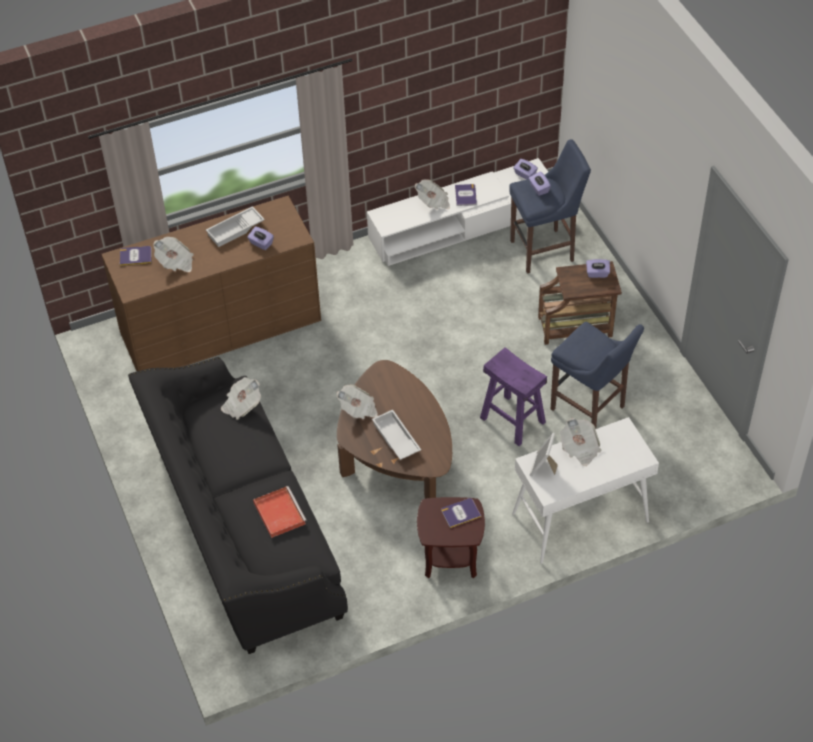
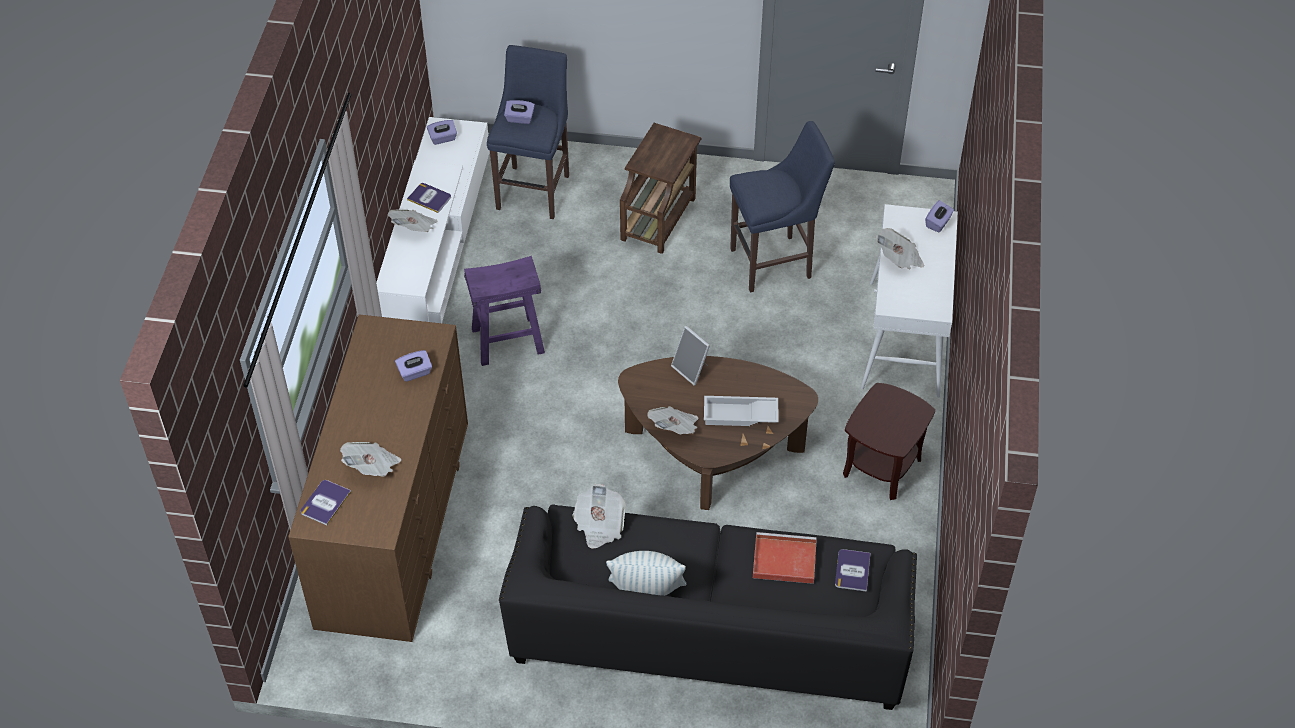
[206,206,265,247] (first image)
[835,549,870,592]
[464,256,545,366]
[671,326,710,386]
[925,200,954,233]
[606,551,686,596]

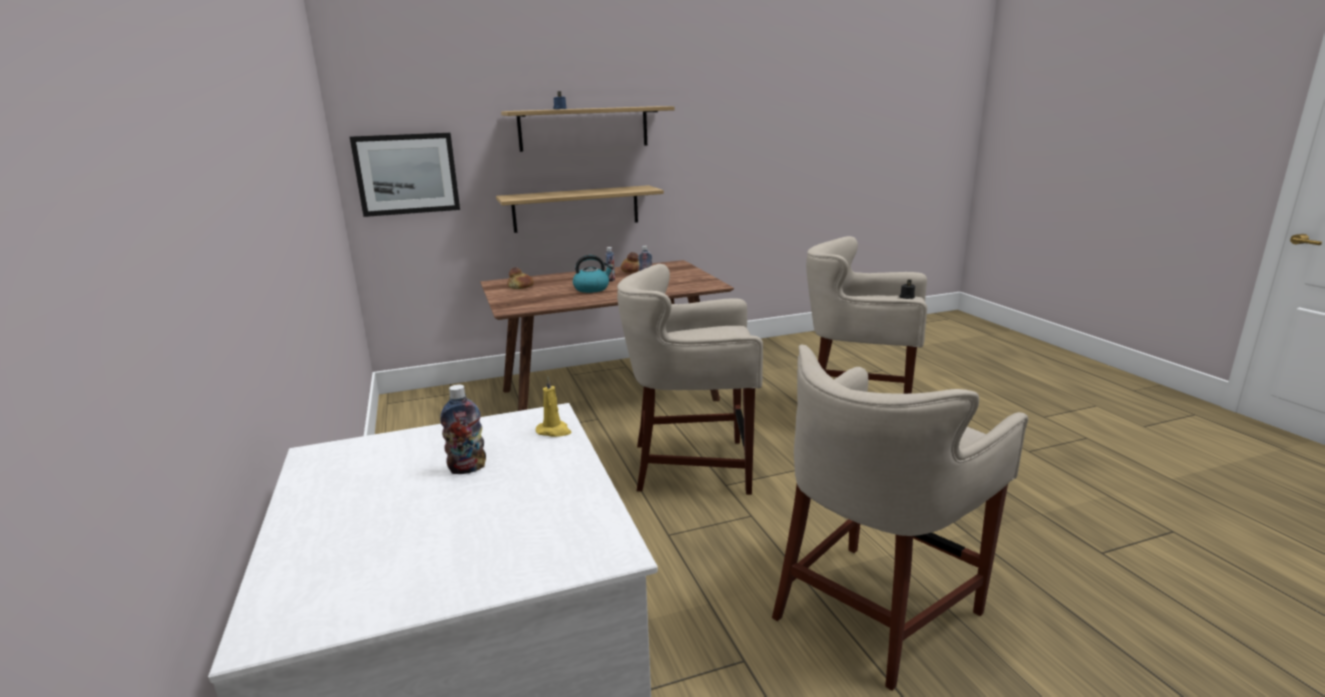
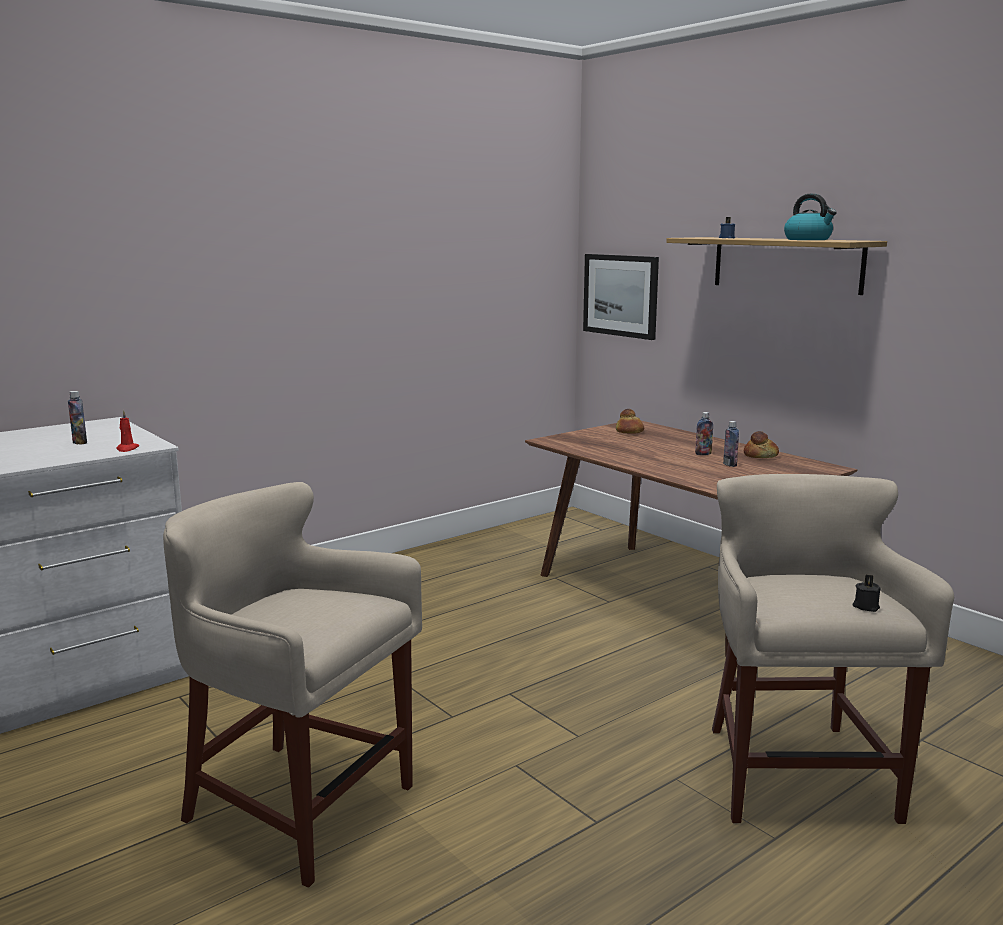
[496,185,664,233] (first image)
[116,410,139,452]
[784,194,837,240]
[617,264,763,495] (first image)

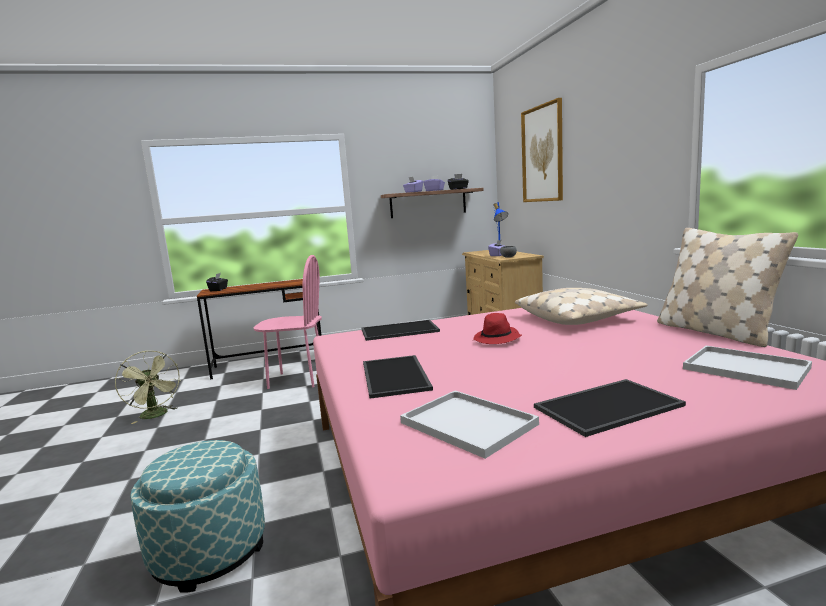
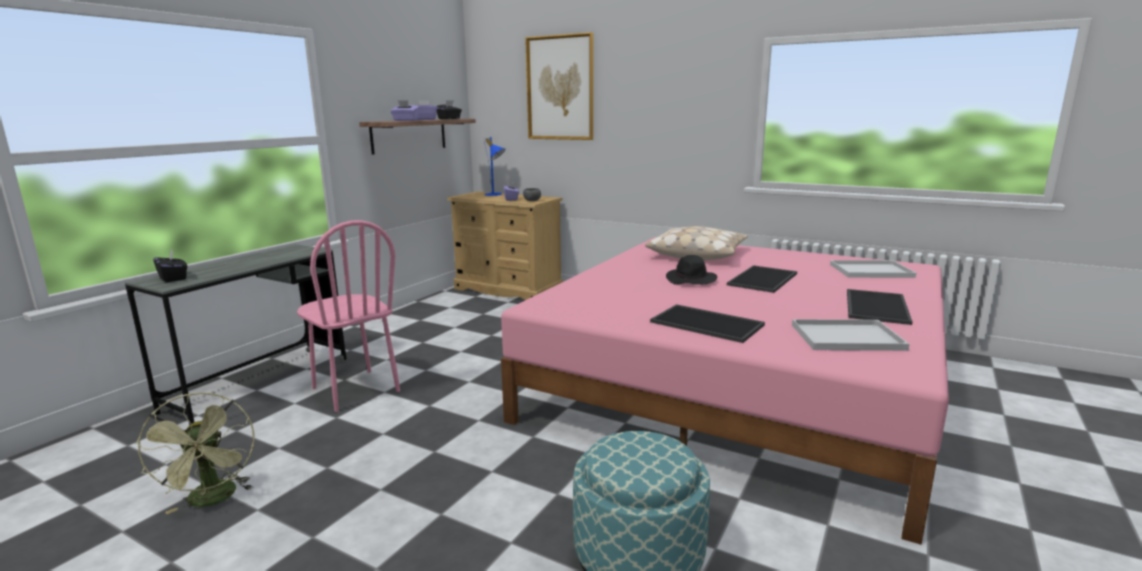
[135,393,254,514]
[125,244,348,426]
[297,220,400,412]
[727,265,797,293]
[666,255,717,285]
[657,228,798,347] (first image)

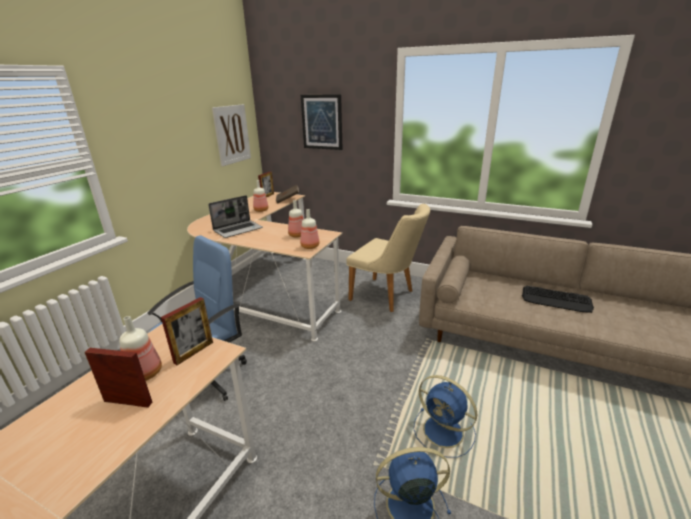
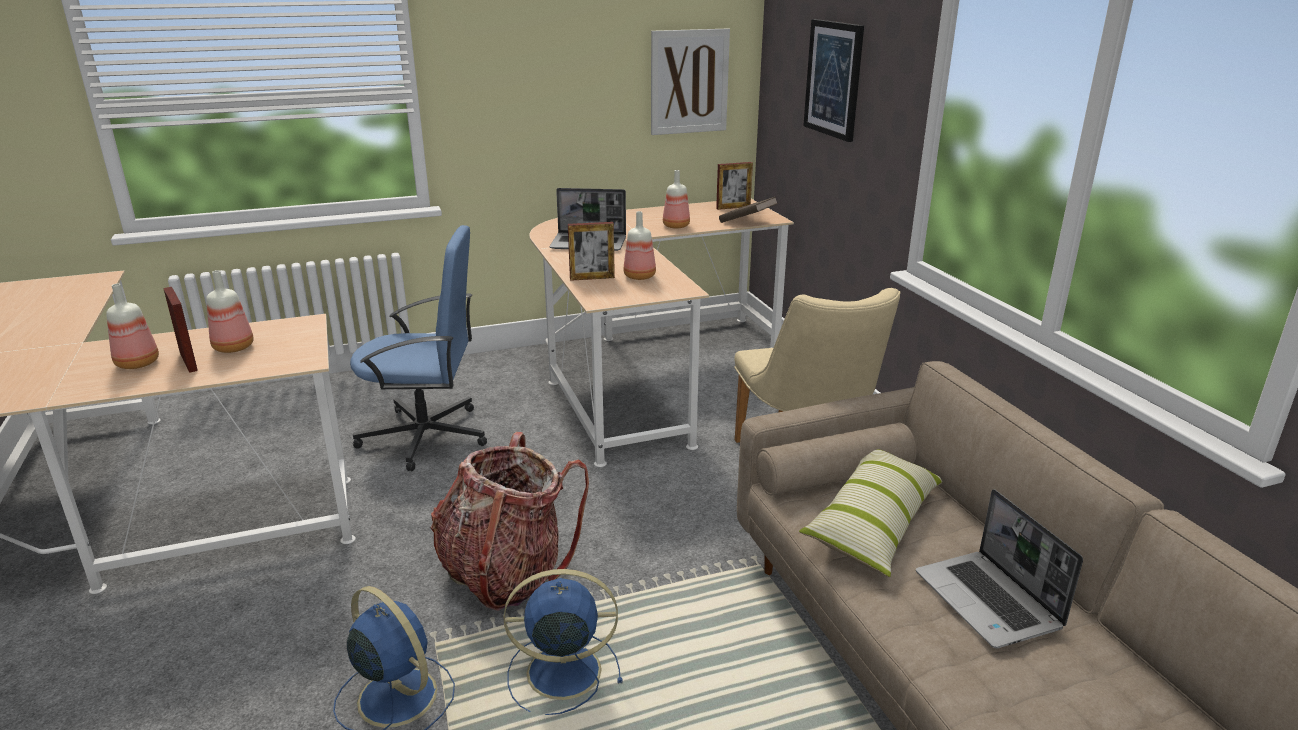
[568,222,615,281]
[106,284,159,369]
[503,569,623,715]
[916,489,1083,648]
[430,432,589,611]
[799,449,942,577]

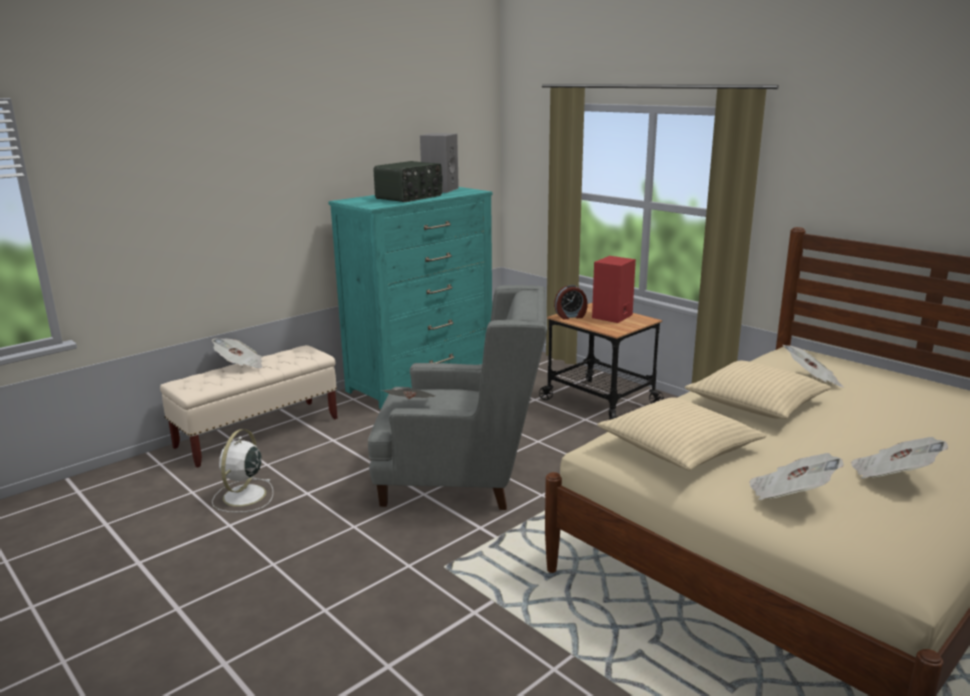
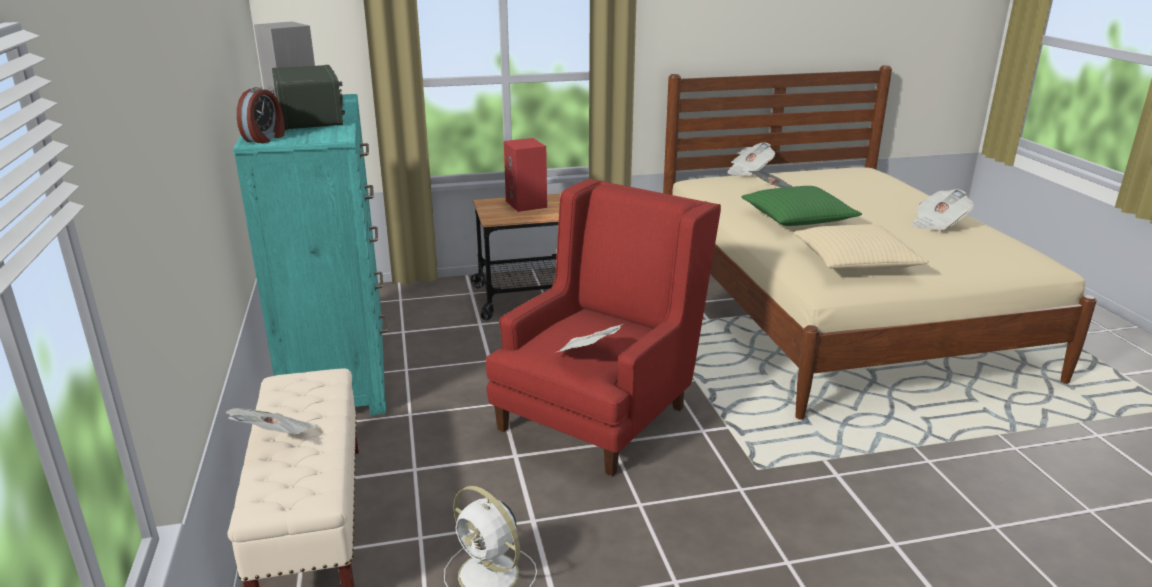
[486,179,721,477]
[237,87,285,143]
[741,186,862,226]
[727,142,775,176]

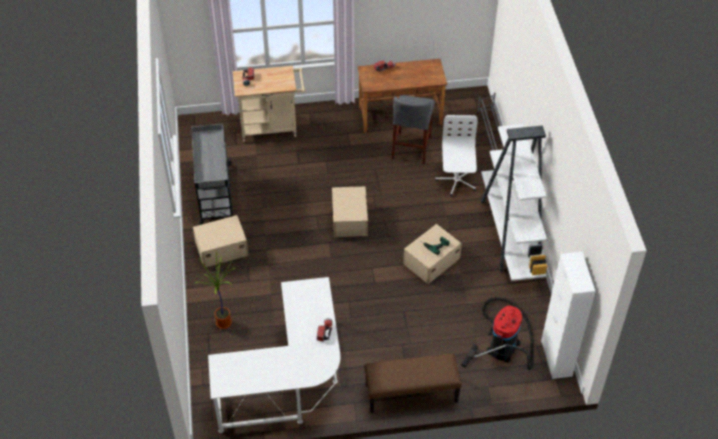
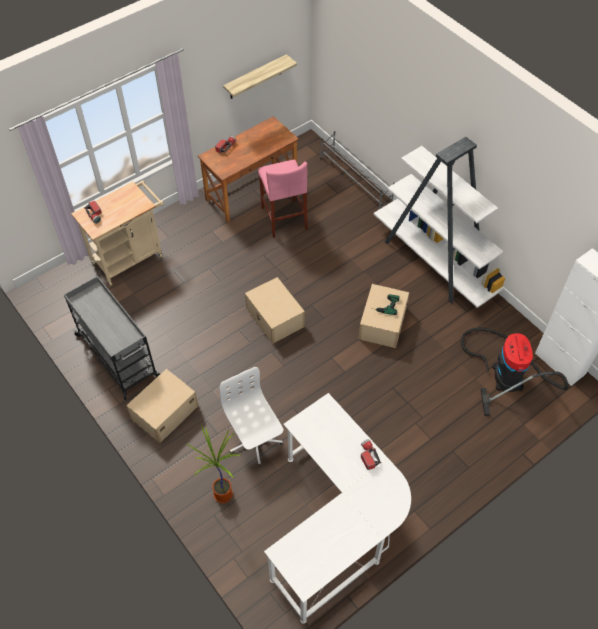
[364,354,462,413] (first image)
[258,160,308,238]
[219,367,284,465]
[223,54,297,99]

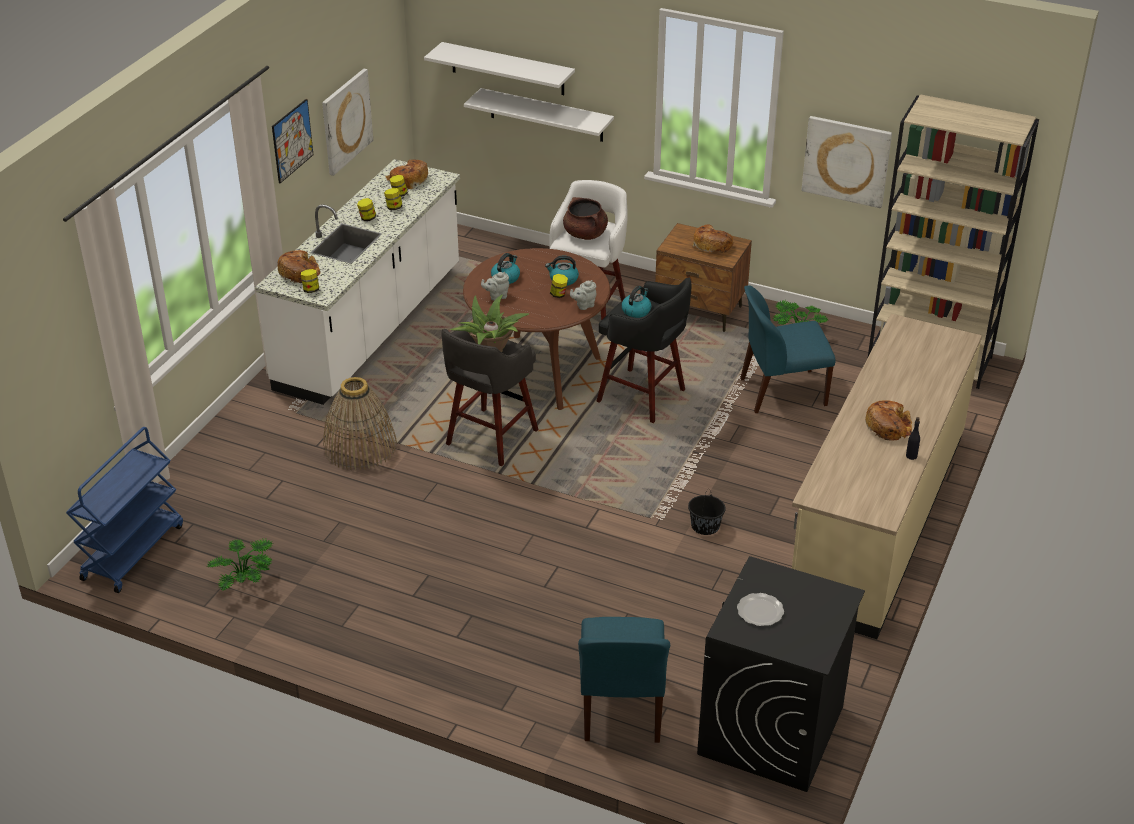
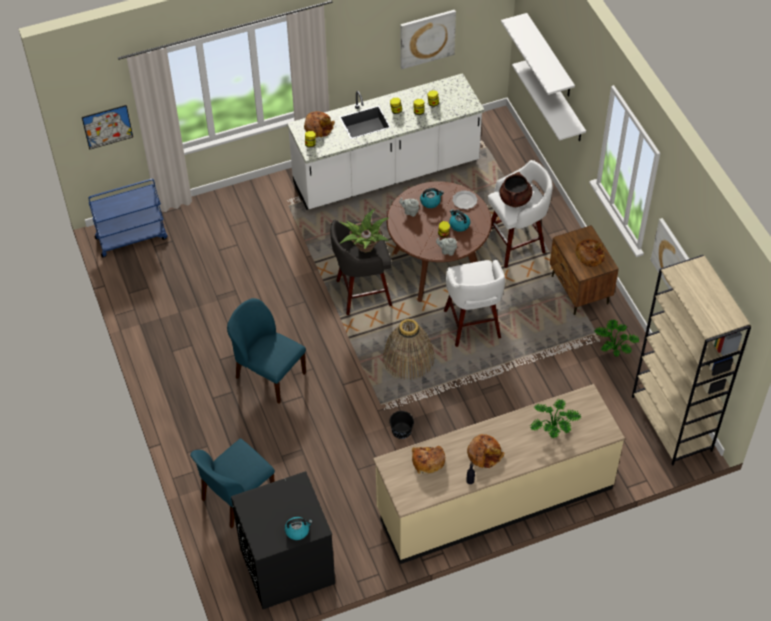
[530,399,581,438]
[82,105,133,150]
[383,319,434,380]
[412,446,445,474]
[444,260,505,347]
[285,517,312,540]
[452,190,478,209]
[227,298,306,403]

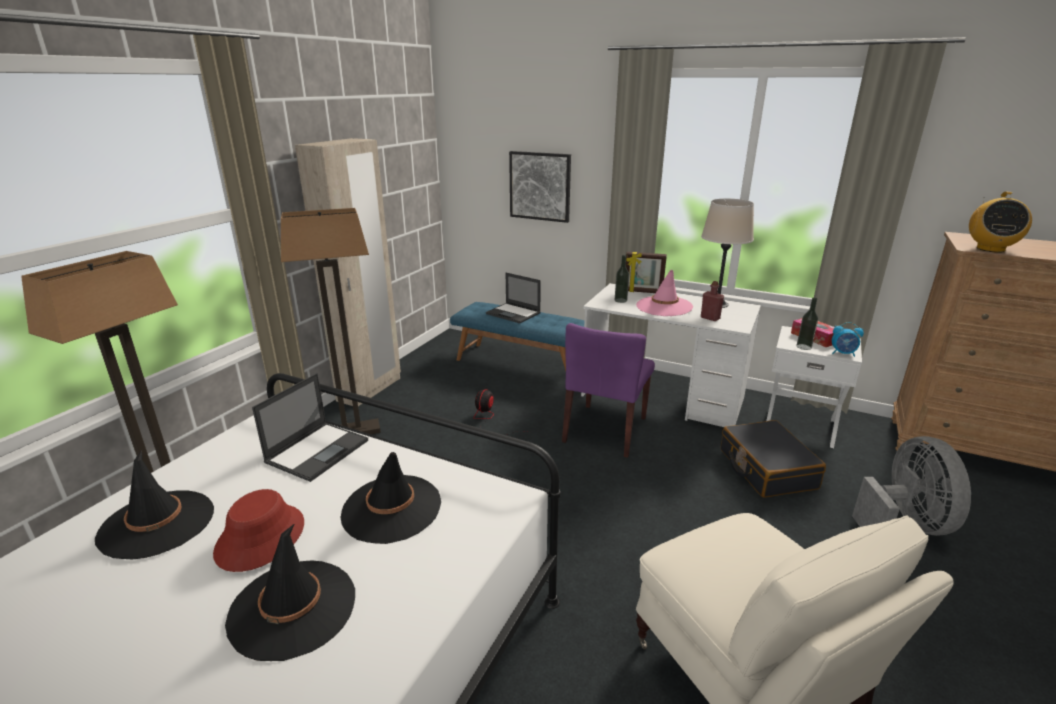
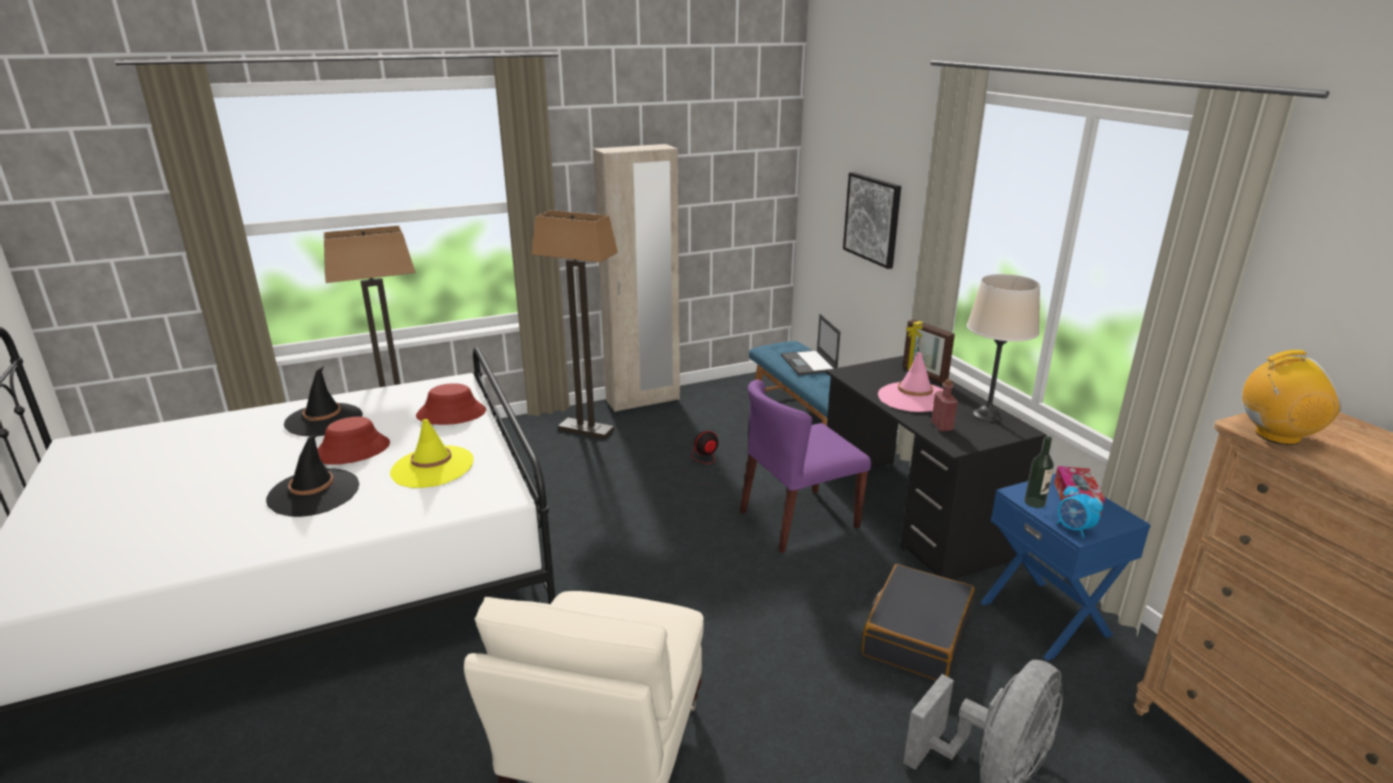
[416,383,486,425]
[390,419,474,488]
[826,356,1047,580]
[615,255,629,303] (first image)
[980,473,1150,661]
[1242,350,1342,445]

